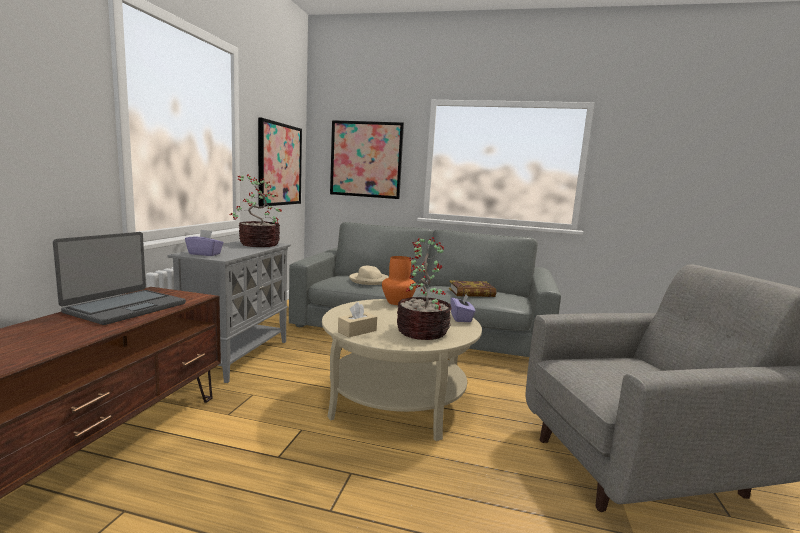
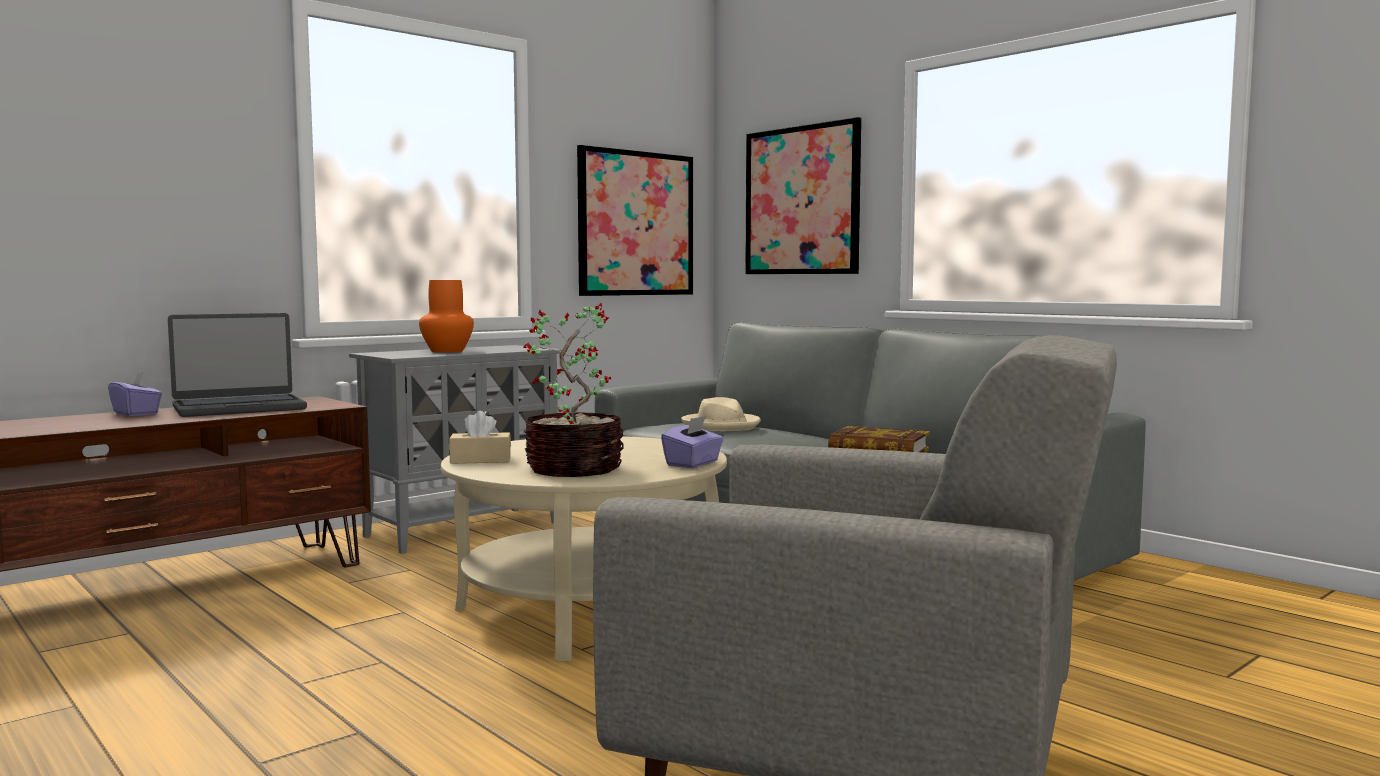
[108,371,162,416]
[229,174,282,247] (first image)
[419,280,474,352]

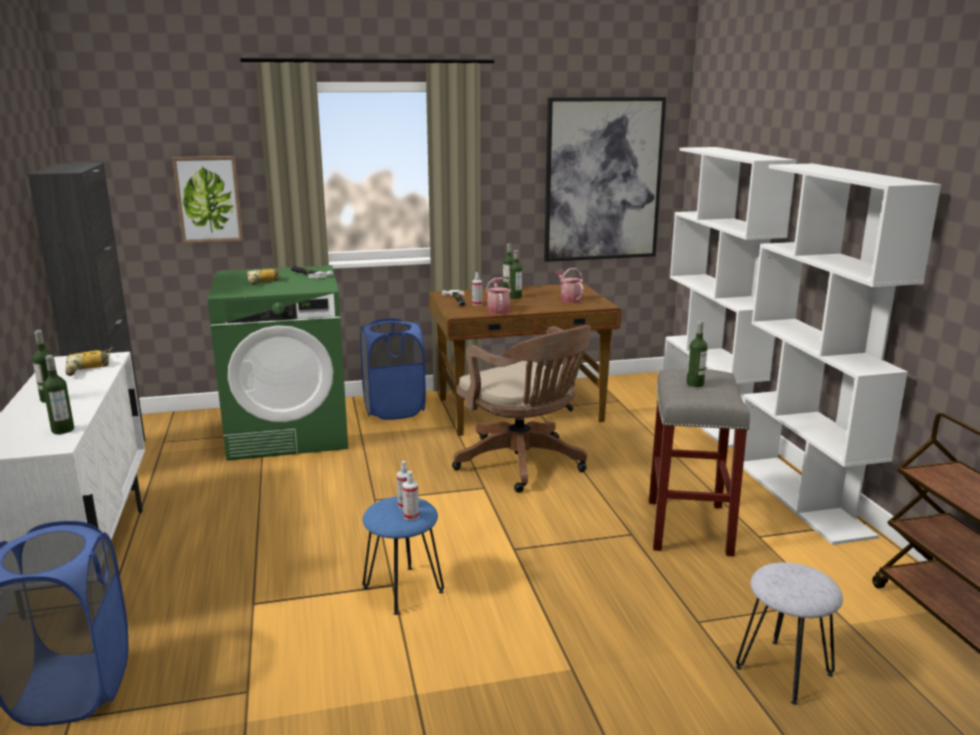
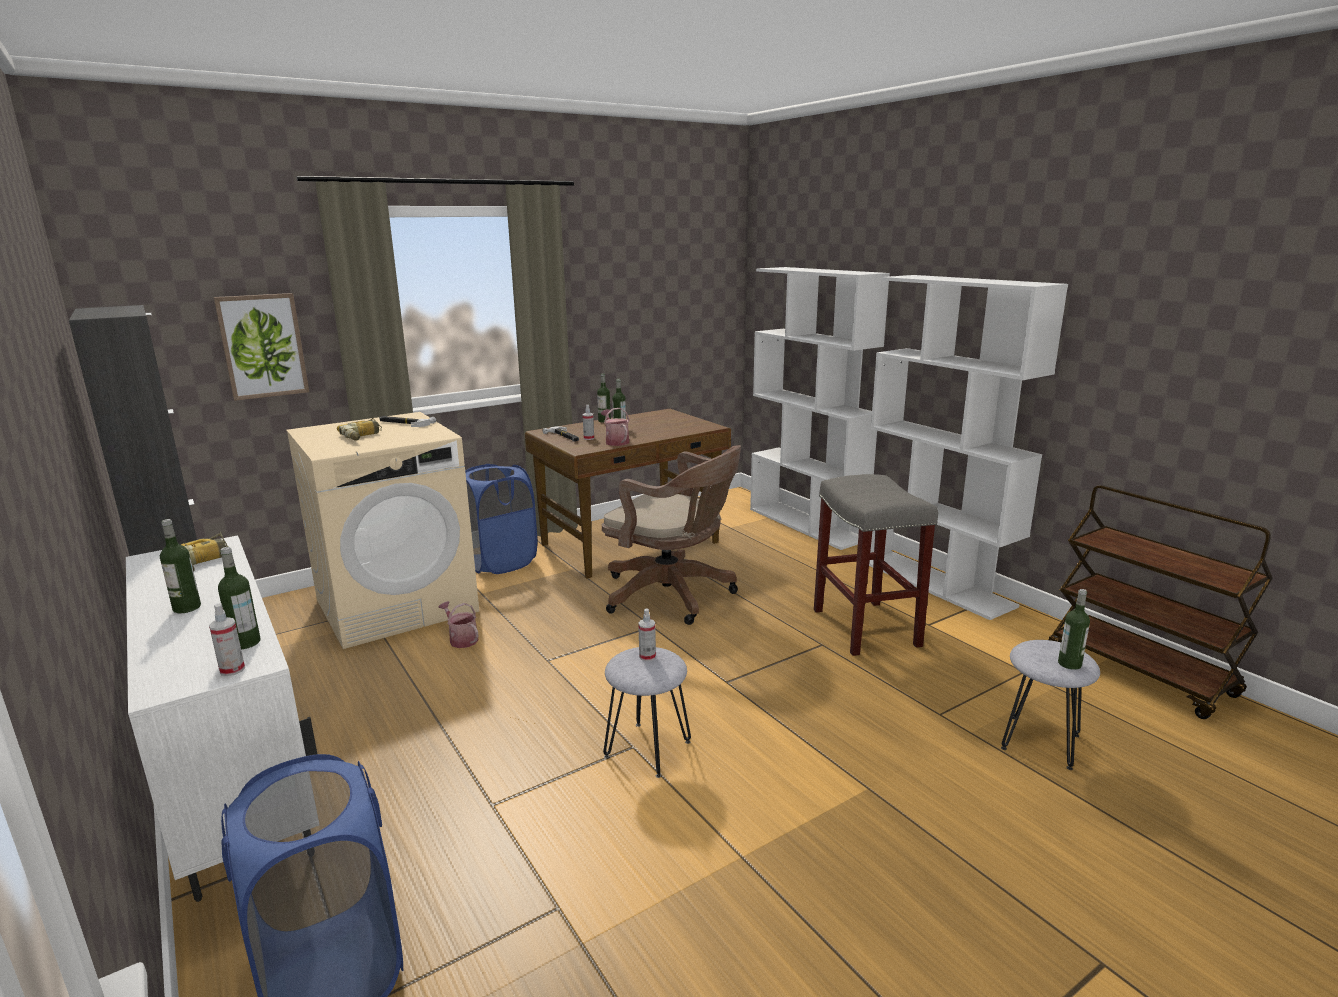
[286,412,479,649]
[603,647,691,778]
[209,603,245,676]
[544,97,666,262] (first image)
[438,601,479,648]
[1058,589,1090,670]

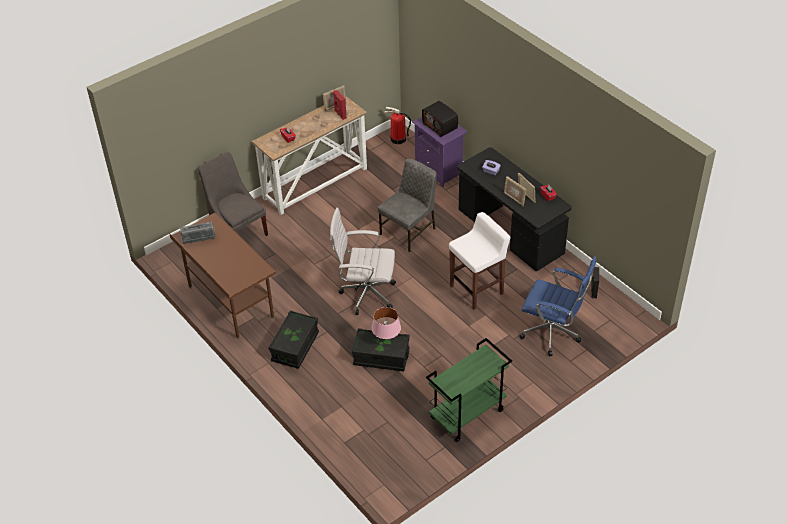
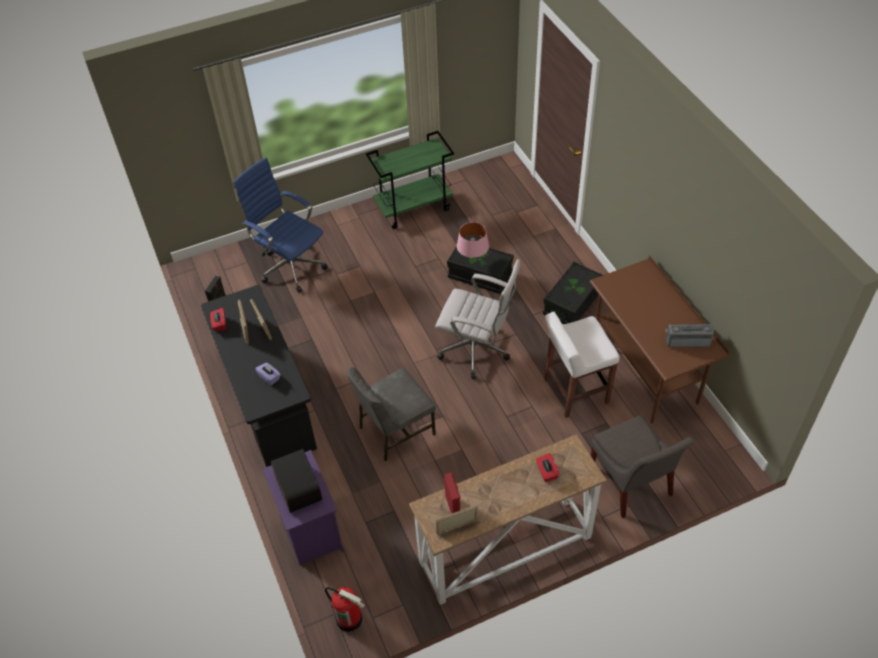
[545,312,620,418]

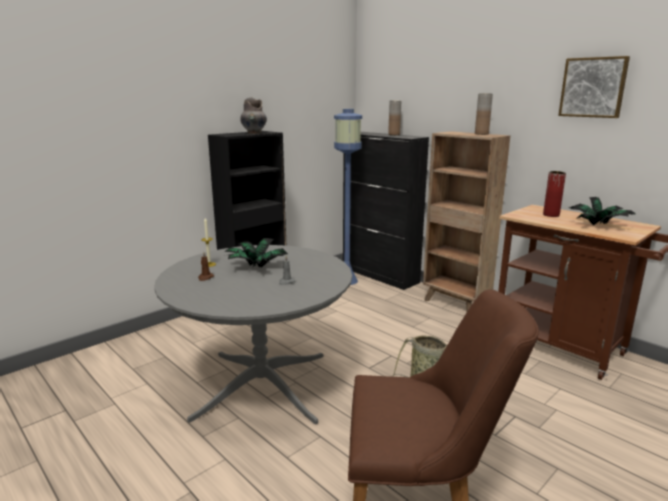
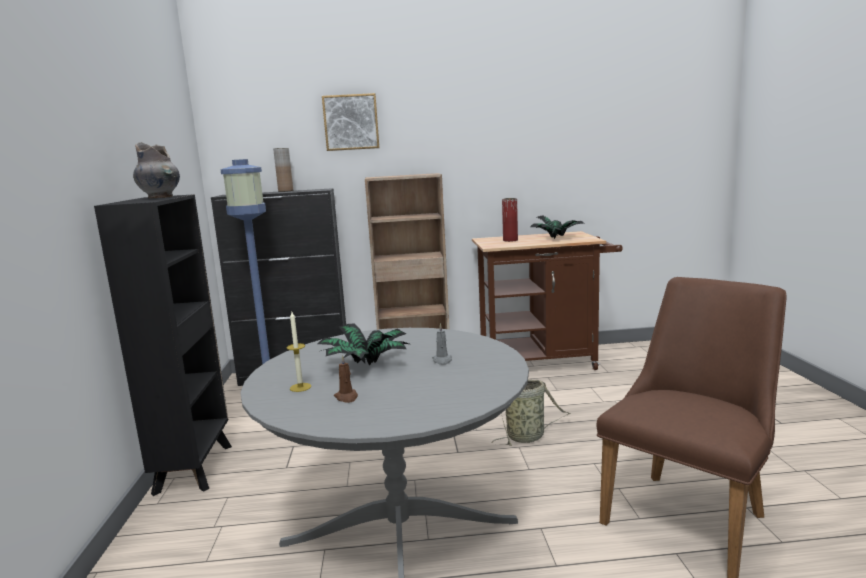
[475,94,493,135] (first image)
[322,93,379,151]

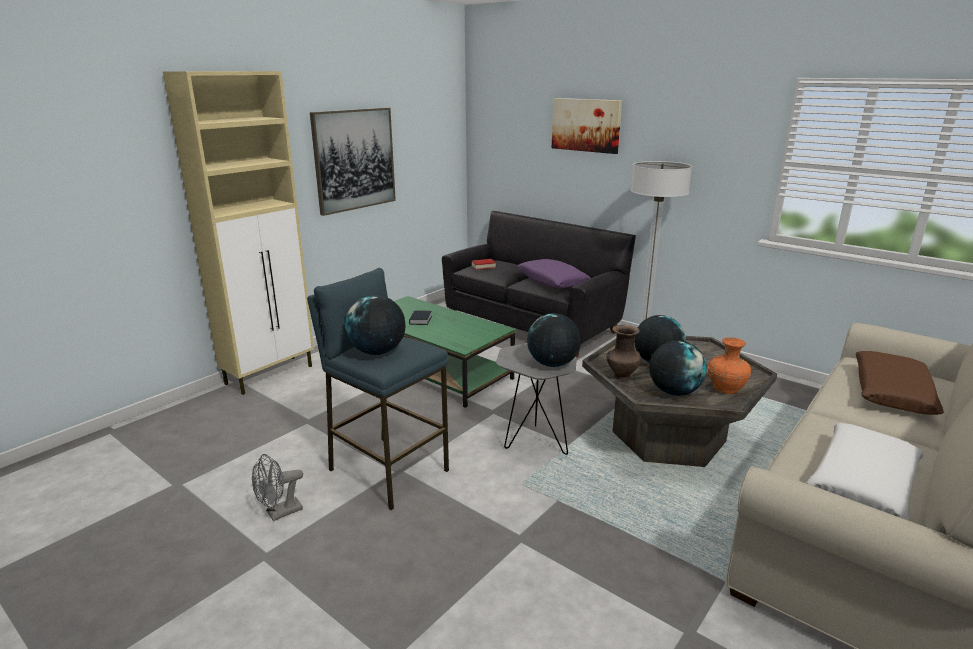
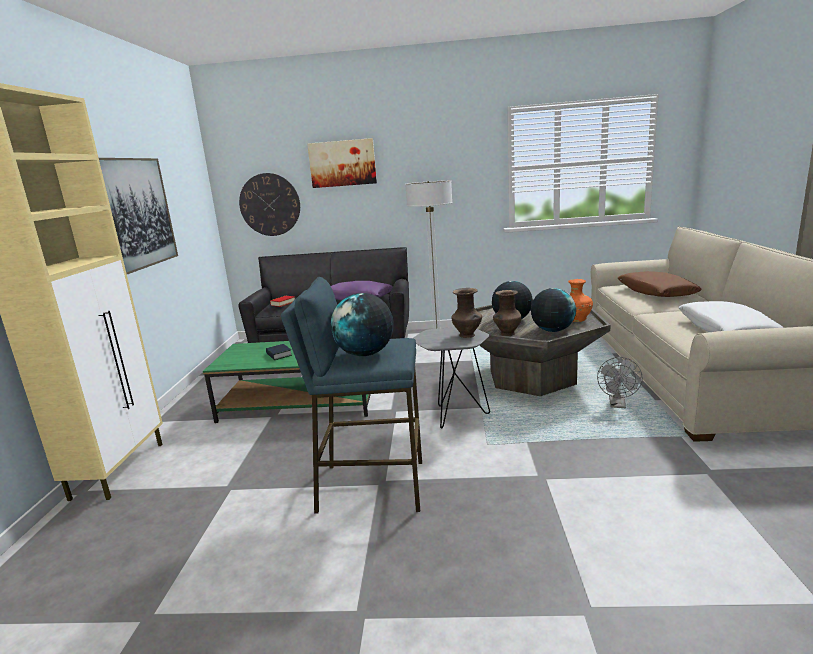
[597,357,643,408]
[451,288,482,338]
[239,173,300,236]

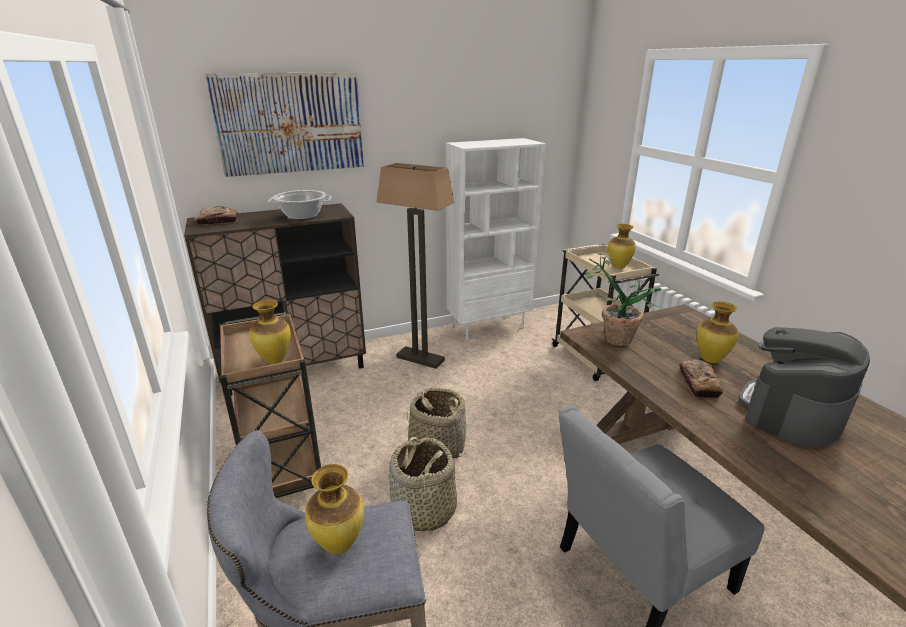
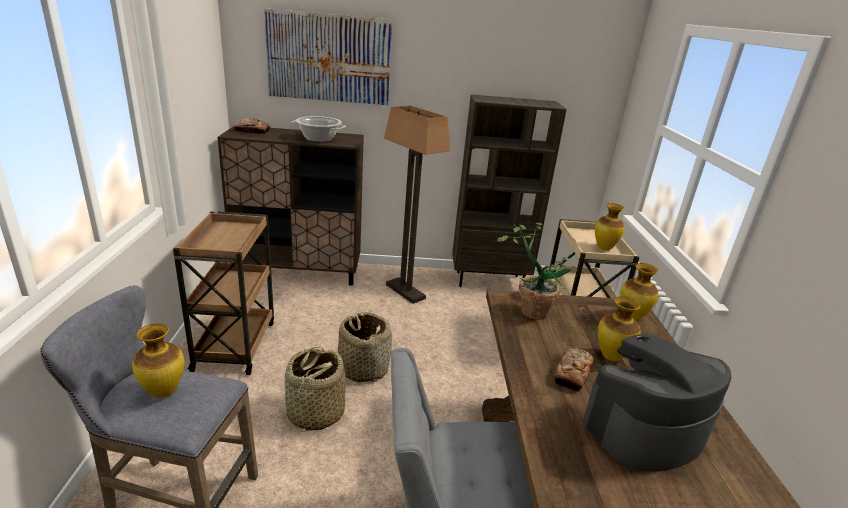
[620,263,658,321]
[452,94,567,287]

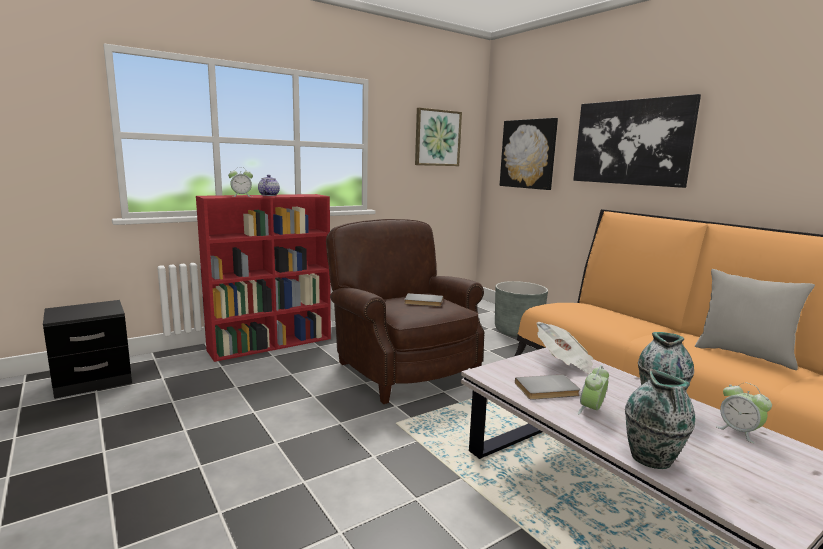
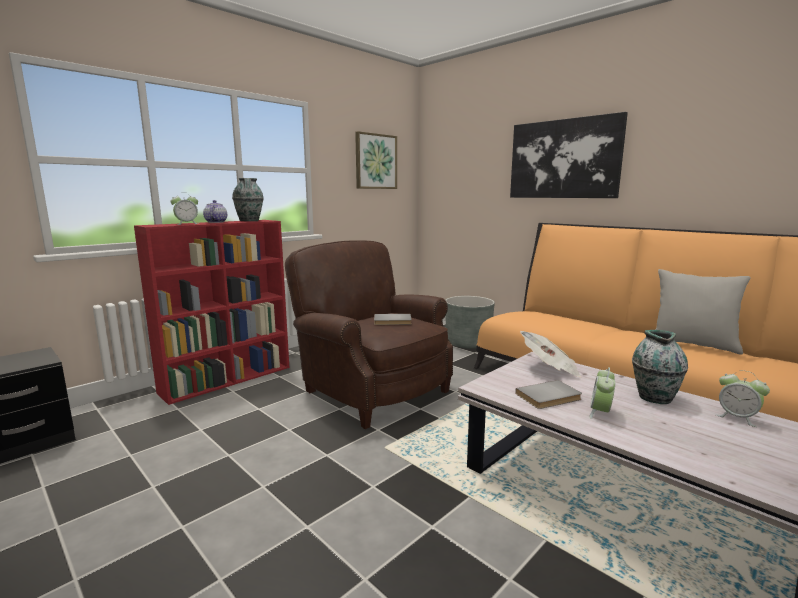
[500,118,558,190] (first image)
[232,178,264,221]

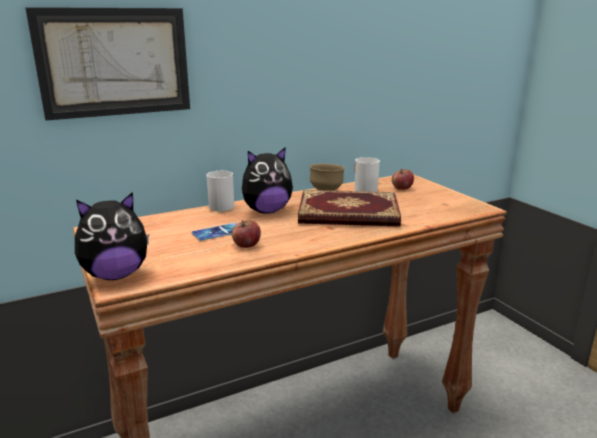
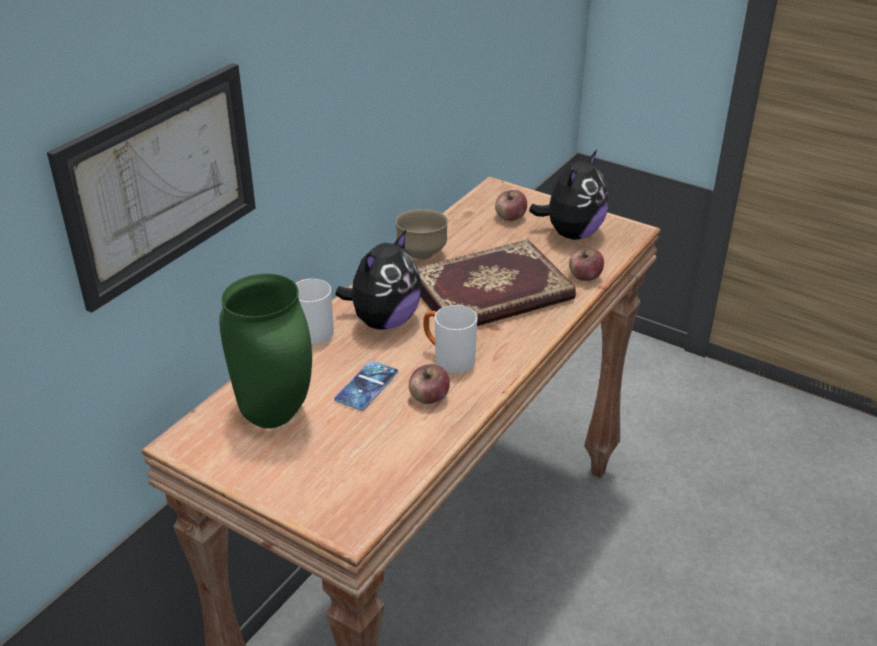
[529,150,608,240]
[424,305,477,373]
[219,273,312,429]
[569,248,604,281]

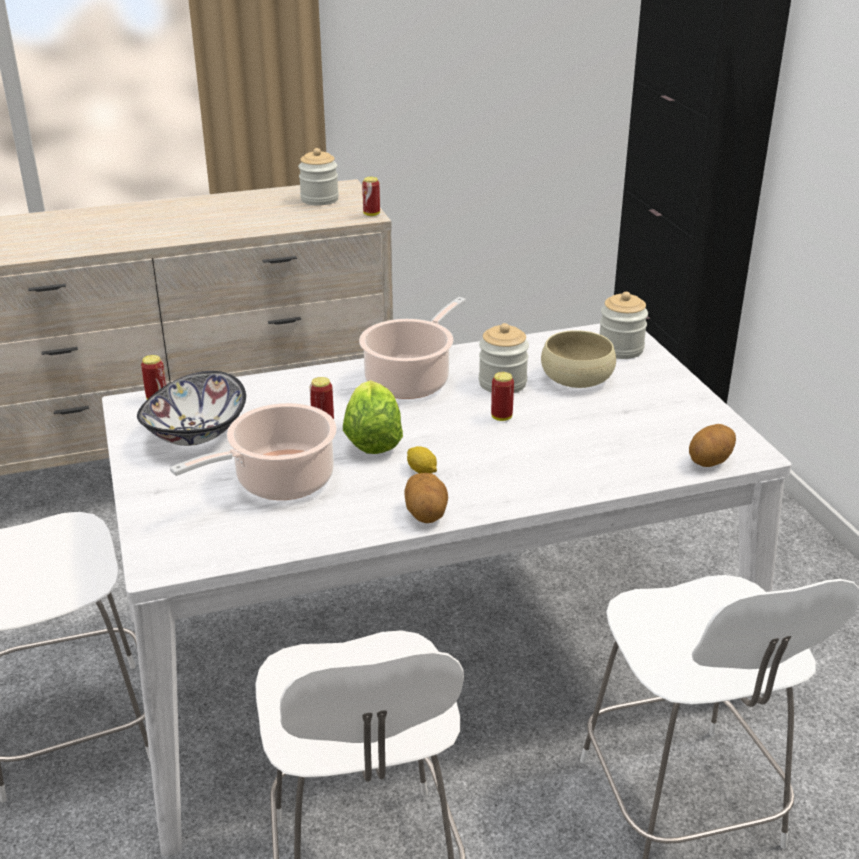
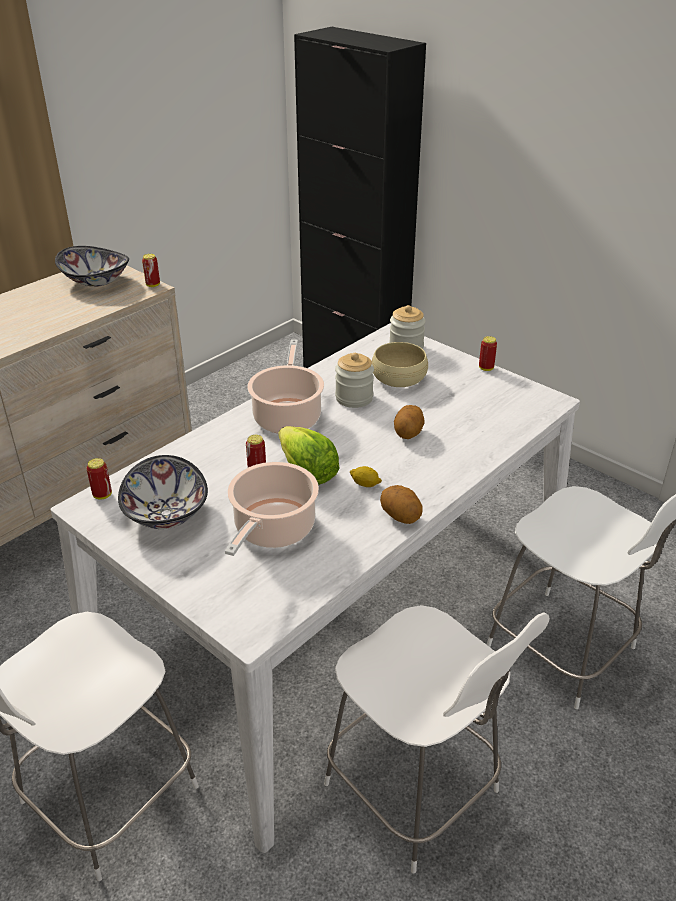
[55,246,129,287]
[479,336,497,371]
[394,405,424,439]

